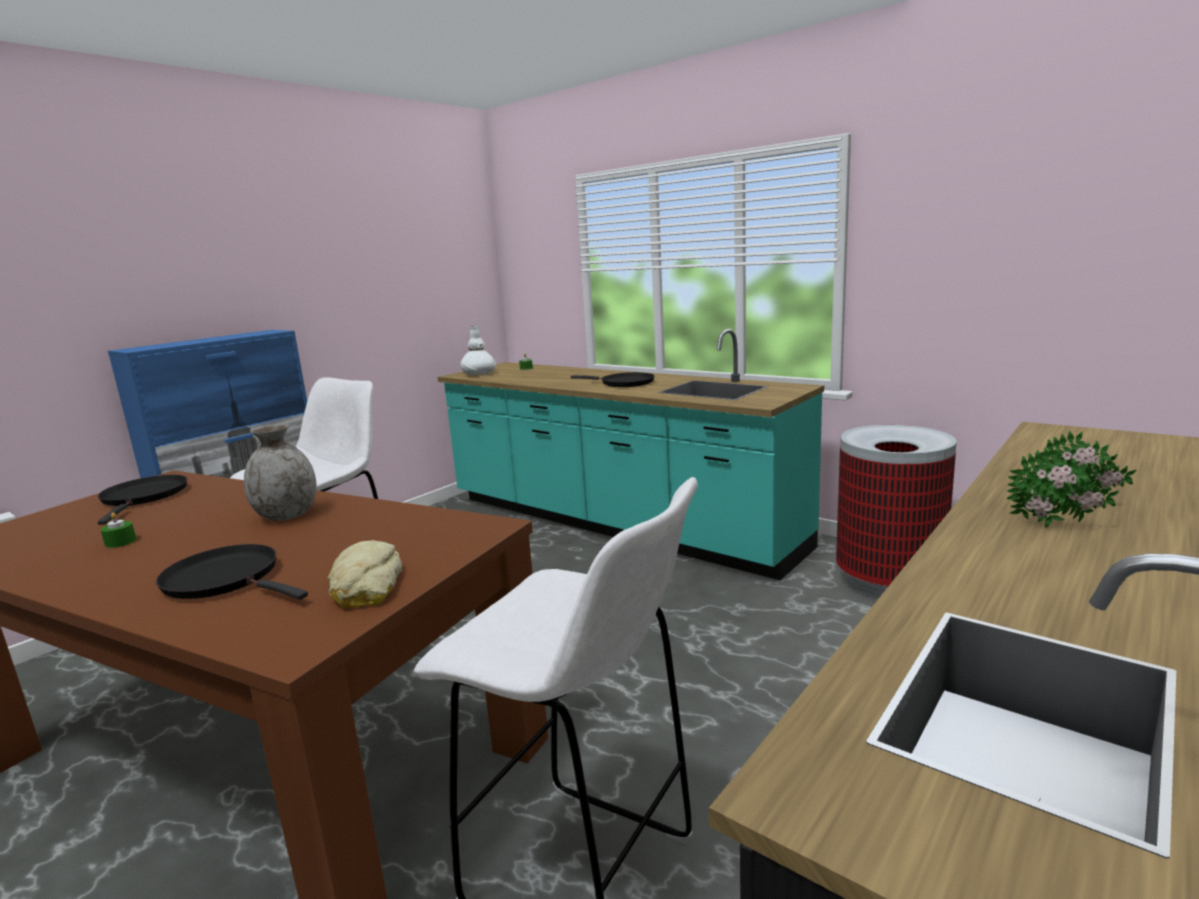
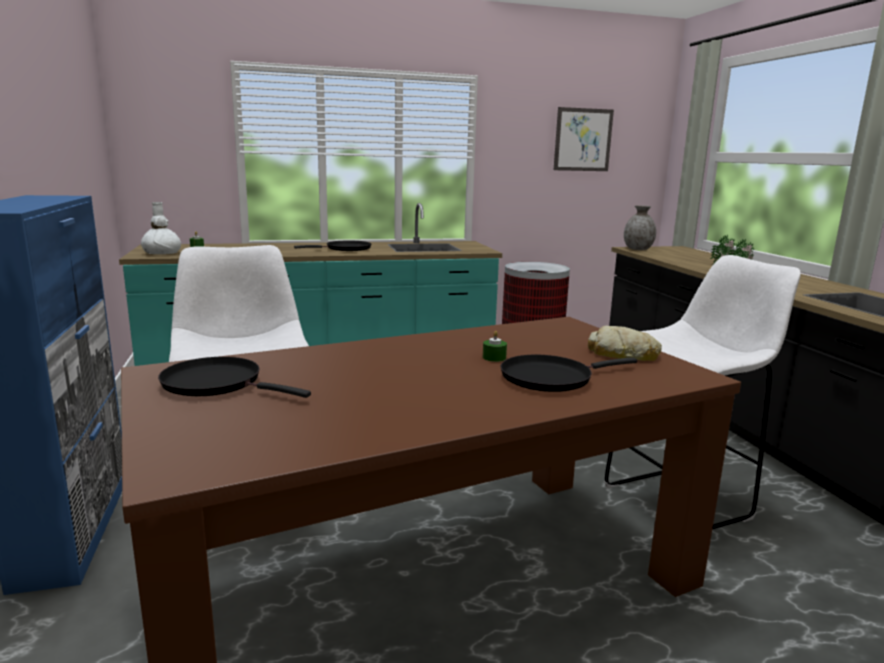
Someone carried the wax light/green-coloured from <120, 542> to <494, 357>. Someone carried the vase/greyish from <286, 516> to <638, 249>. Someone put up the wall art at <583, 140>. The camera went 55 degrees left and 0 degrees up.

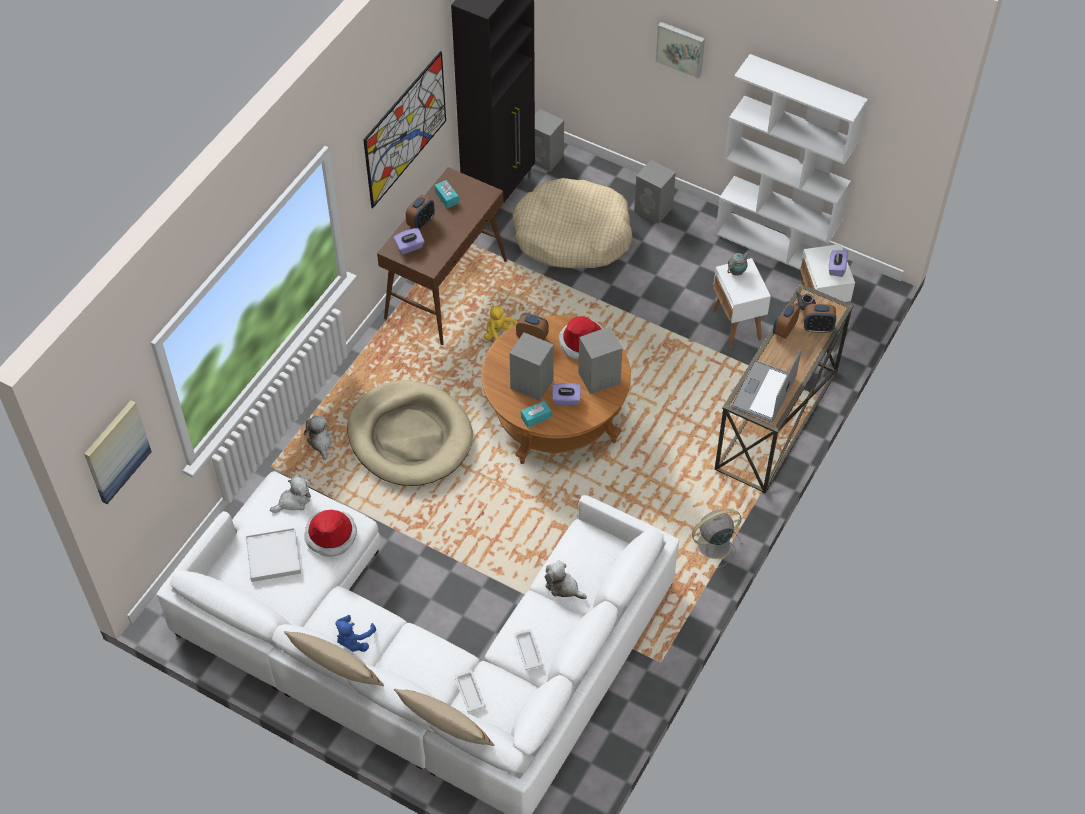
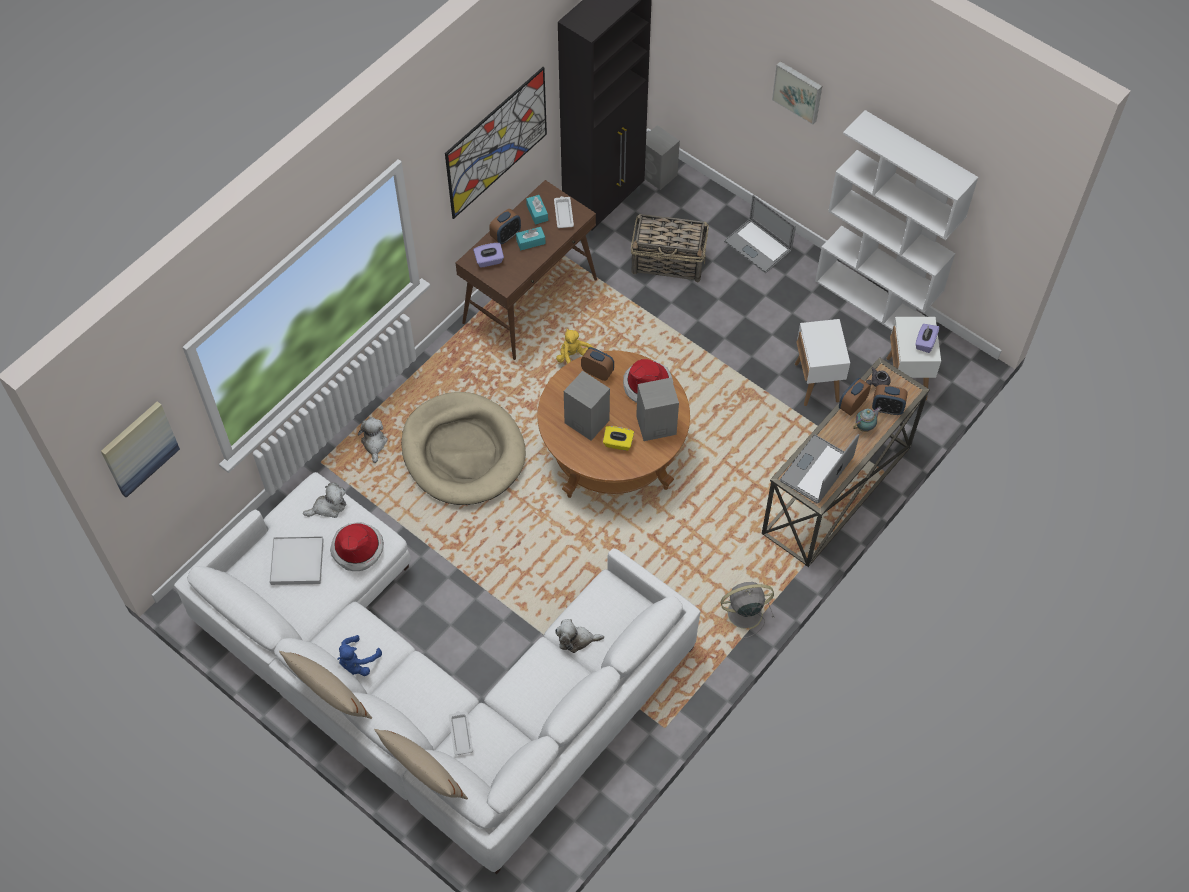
Someone swapped the pet bed/beige-coloured at <572, 235> for the household basket at <669, 261>. Someone carried the serving tray/whitish from <528, 650> to <563, 213>. Someone carried the box of tissues/blue-green from <536, 417> to <530, 242>. Someone rotated the soft toy at <563, 587> by 45 degrees counterclockwise. Someone repainted the box of tissues/purple at <566, 400>, which became the box of tissues/yellow at <618, 443>. Someone swapped the speaker/greyish at <654, 210> for the portable computer at <757, 246>. Someone carried the tea pot from <737, 272> to <865, 426>. The camera went 10 degrees right and 5 degrees up.

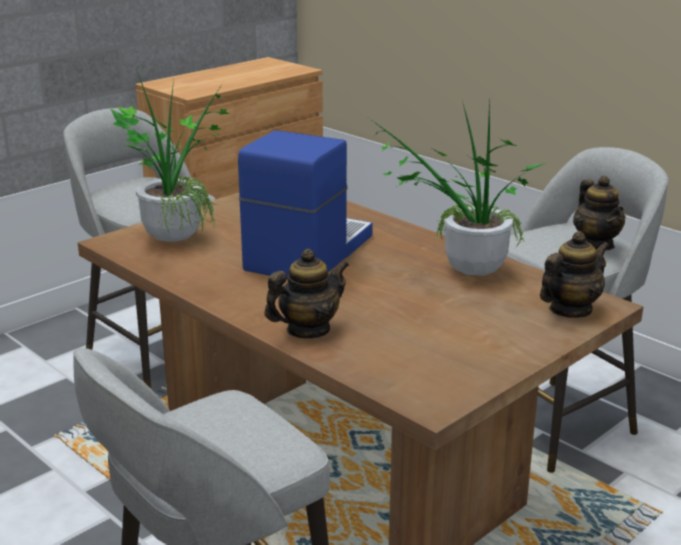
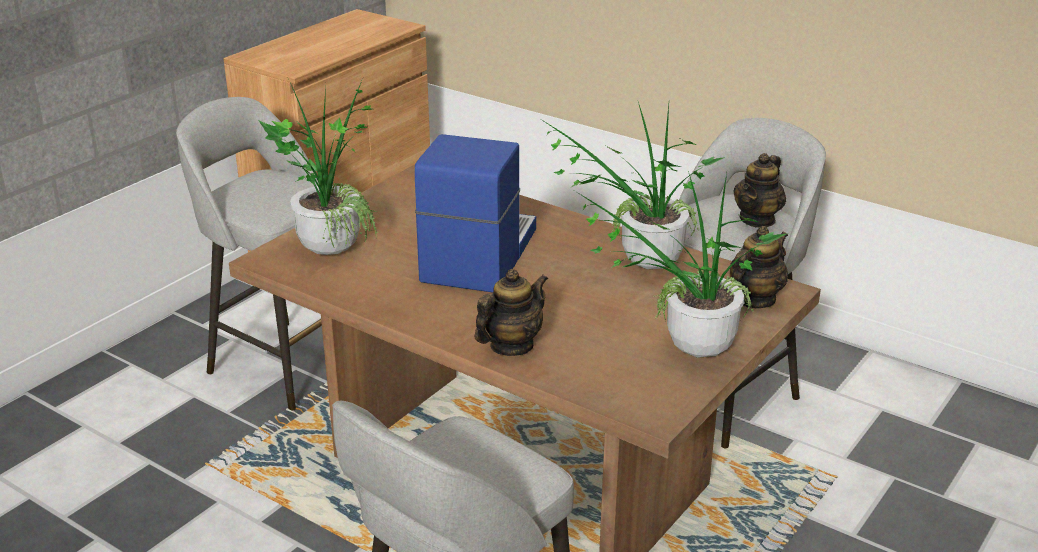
Someone rotated the tea pot at <596, 244> by 60 degrees clockwise. Someone put down the plant in a pot at <685, 349>. The camera went 10 degrees left and 5 degrees up.

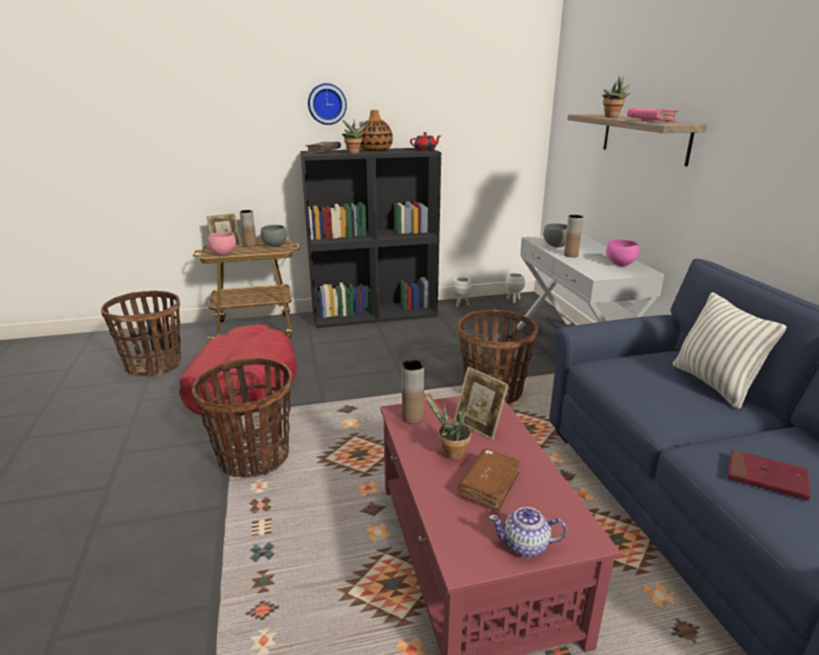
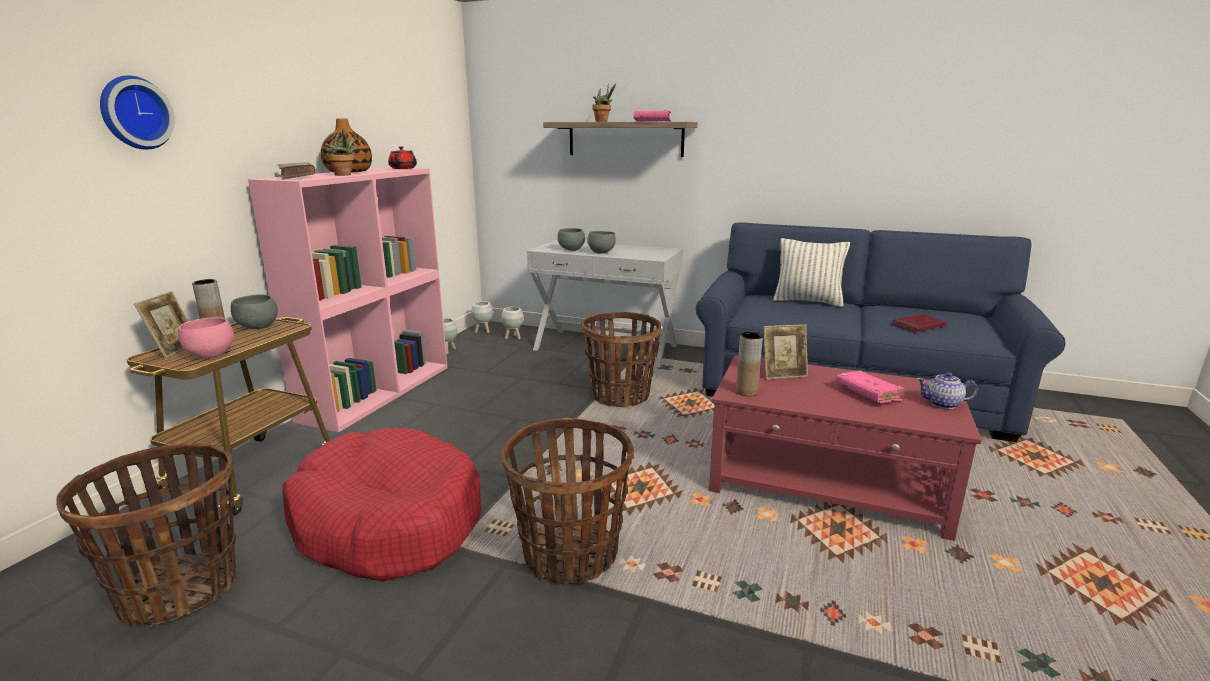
Someone repainted the bookcase/black at <375, 314>, which became the bookcase/pink at <377, 391>. Someone carried the hanging clock from <326, 104> to <134, 113>. Someone took away the plant in a pot at <450, 454>. Someone repainted the bound book/brownish at <489, 485>, which became the bound book/pink at <867, 394>. Someone rotated the tea pot at <526, 546> by 60 degrees clockwise. Someone swapped the vase/brownish at <570, 255> for the bowl/greyish at <601, 252>. Someone took away the bowl/pink at <620, 264>. Someone put down the planter/whitish at <513, 338>. The camera went 55 degrees left and 5 degrees down.

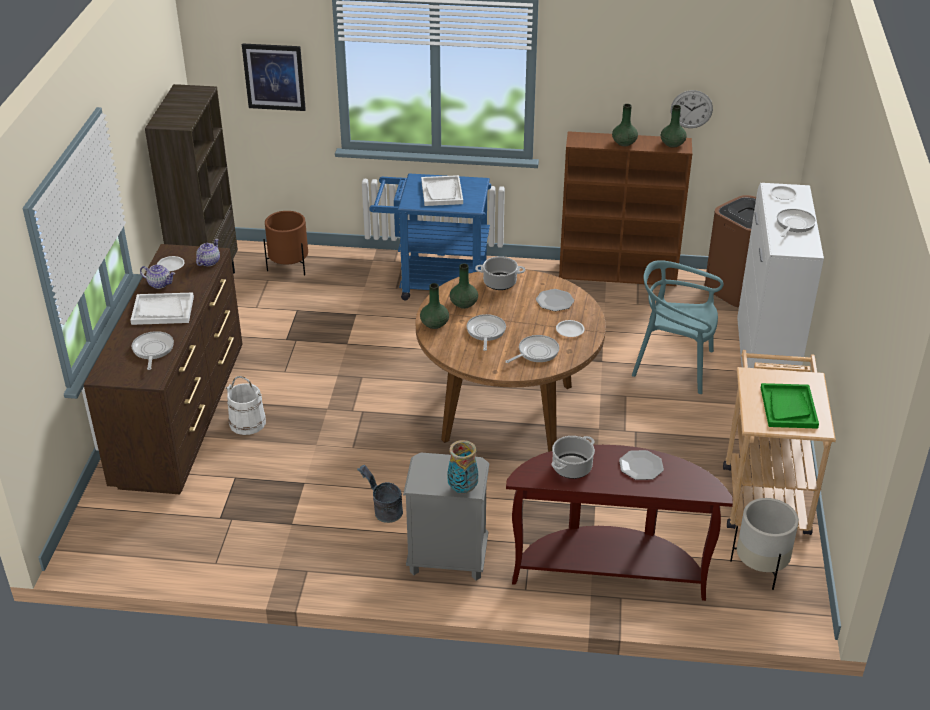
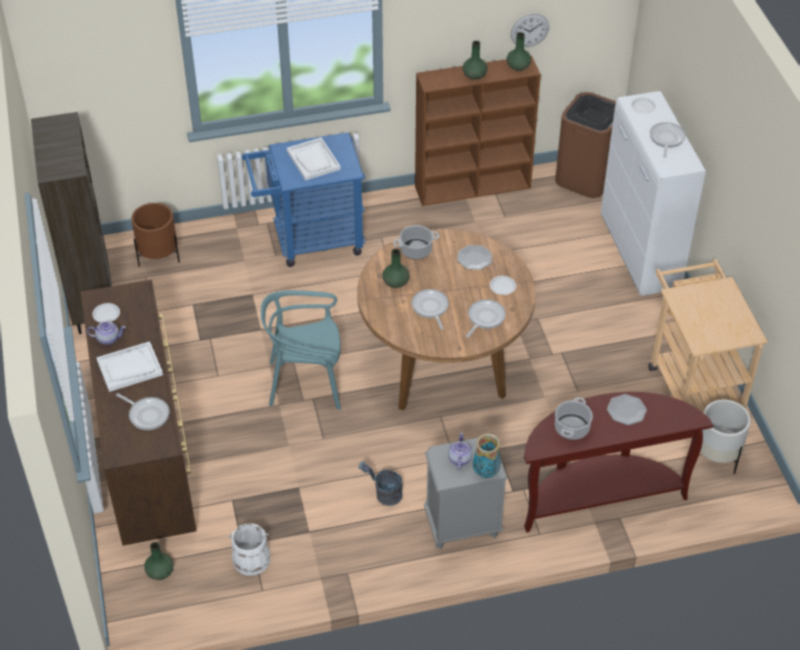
Someone rotated the pan at <152, 350> by 150 degrees clockwise. Someone carried the tea pot from <209, 262> to <459, 459>. Someone carried the pail/whitish from <247, 423> to <251, 560>. Someone took away the wall art at <274, 77>. Someone carried the vase/green-coloured from <434, 324> to <160, 571>. Someone carried the chair/blue-green from <674, 366> to <306, 382>. Someone took away the serving tray/green-coloured at <788, 407>. The camera went 20 degrees left and 10 degrees up.

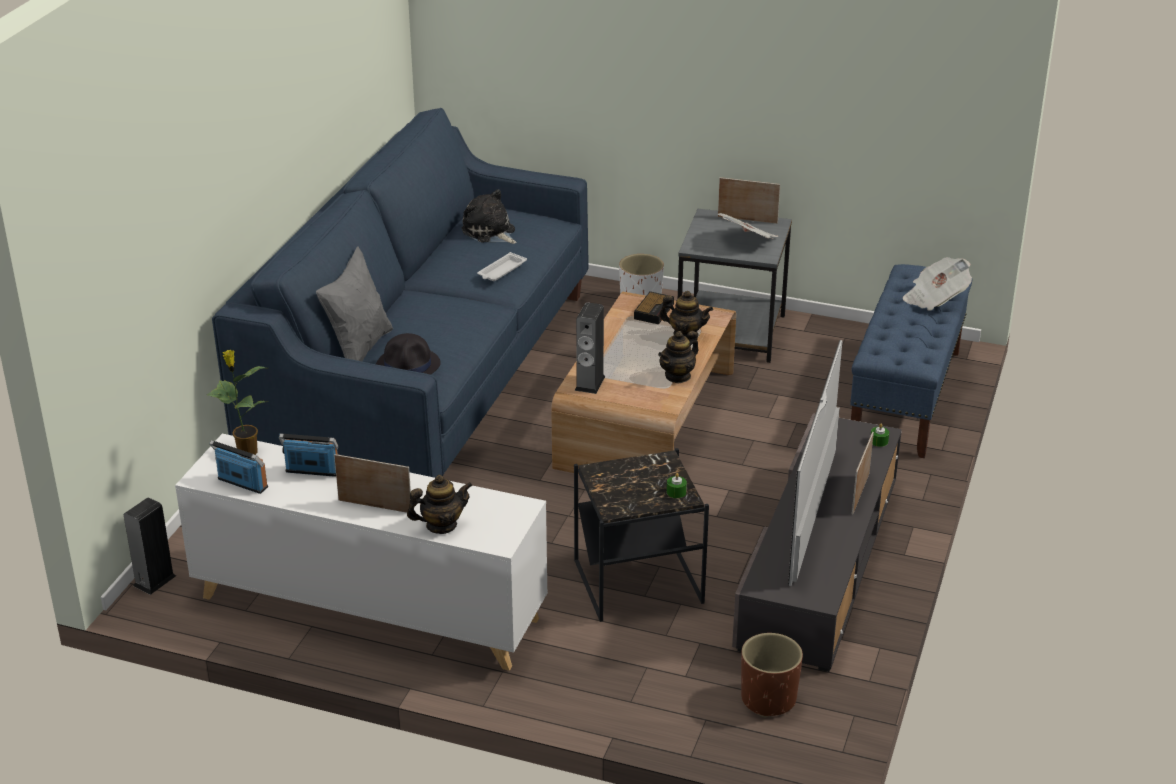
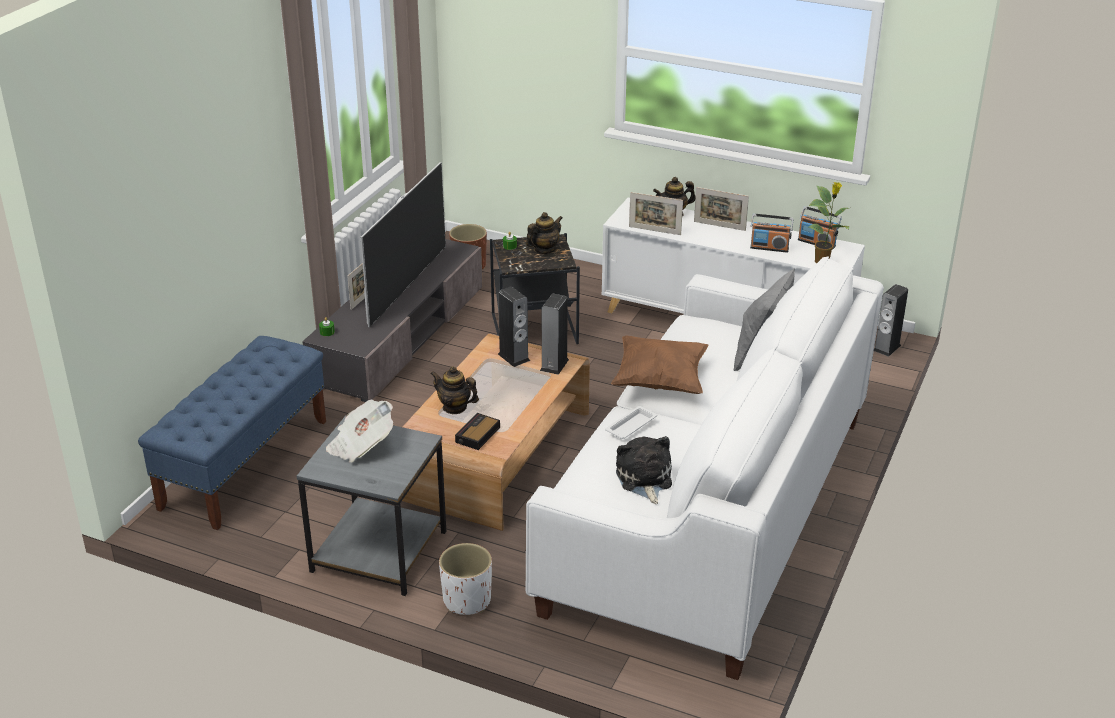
Someone repainted the couch/blue-coloured at <424, 378>, which became the couch/whitish at <709, 512>. Someone took away the wearable hat/black at <408, 366>. Someone rotated the soft toy at <490, 232> by 150 degrees counterclockwise. Someone carried the tea pot from <678, 376> to <544, 250>. Someone carried the photo frame from <747, 220> to <654, 230>. Someone took away the daily paper at <935, 299>. Someone put down the speaker at <513, 357>. Someone put down the pillow/brownish at <660, 381>. The camera went 175 degrees left and 0 degrees up.

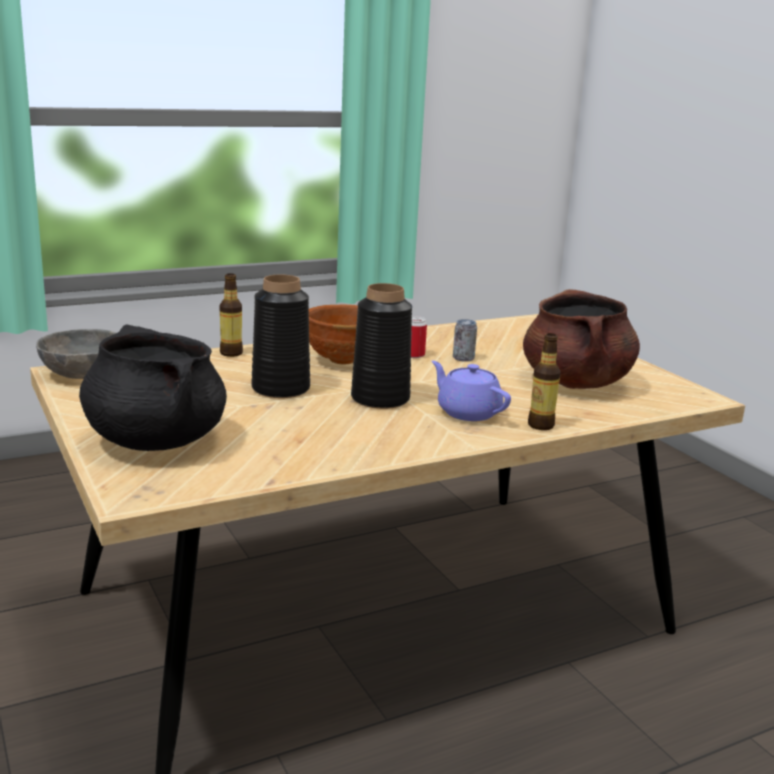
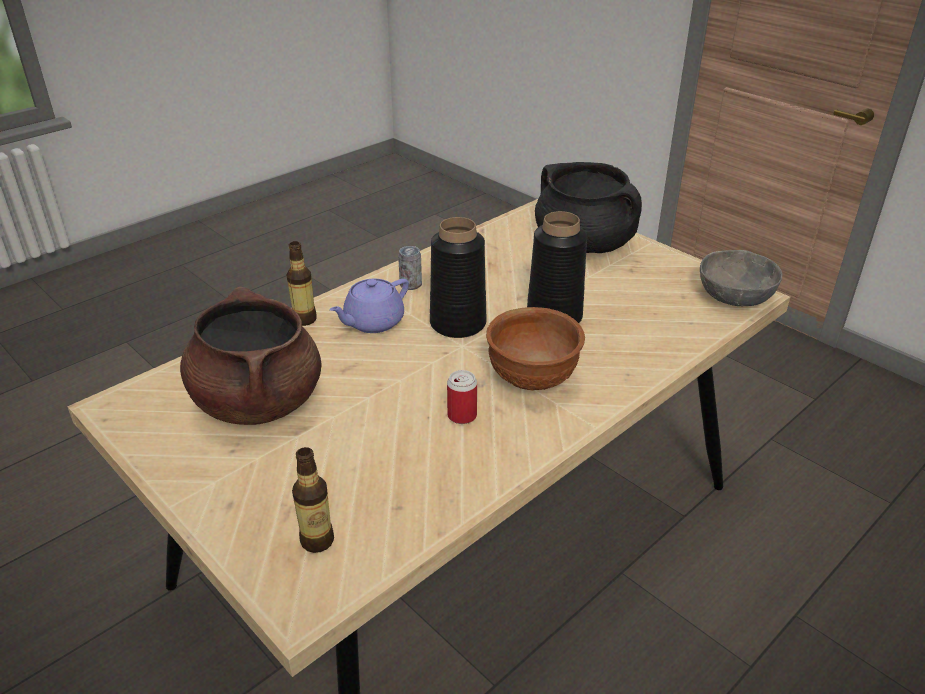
Someone carried the beverage bottle from <231, 353> to <317, 540>. Someone rotated the tea pot/purple at <467, 412> by 105 degrees clockwise. Someone carried the can from <463, 358> to <410, 285>. The camera went 165 degrees right and 15 degrees up.

